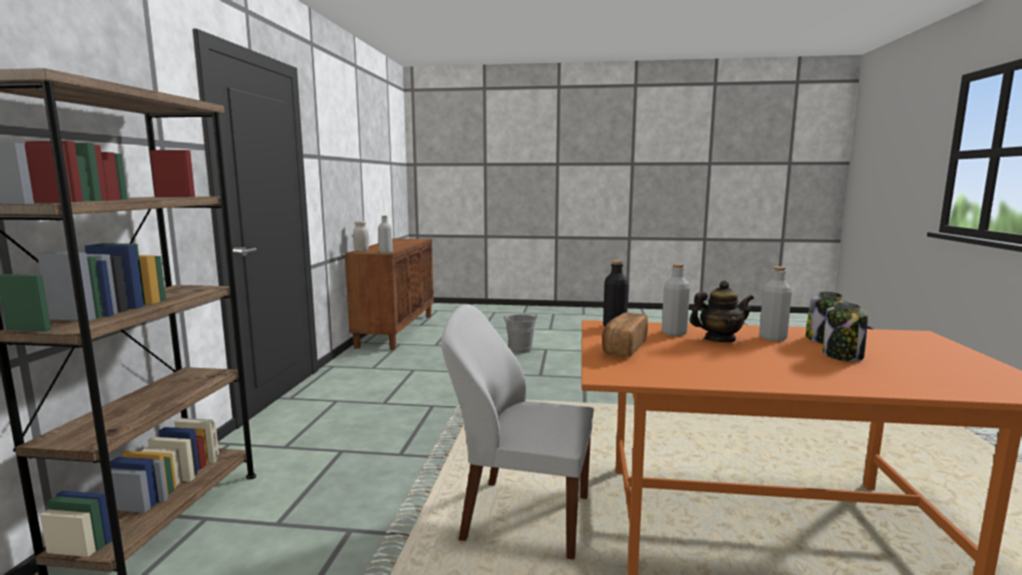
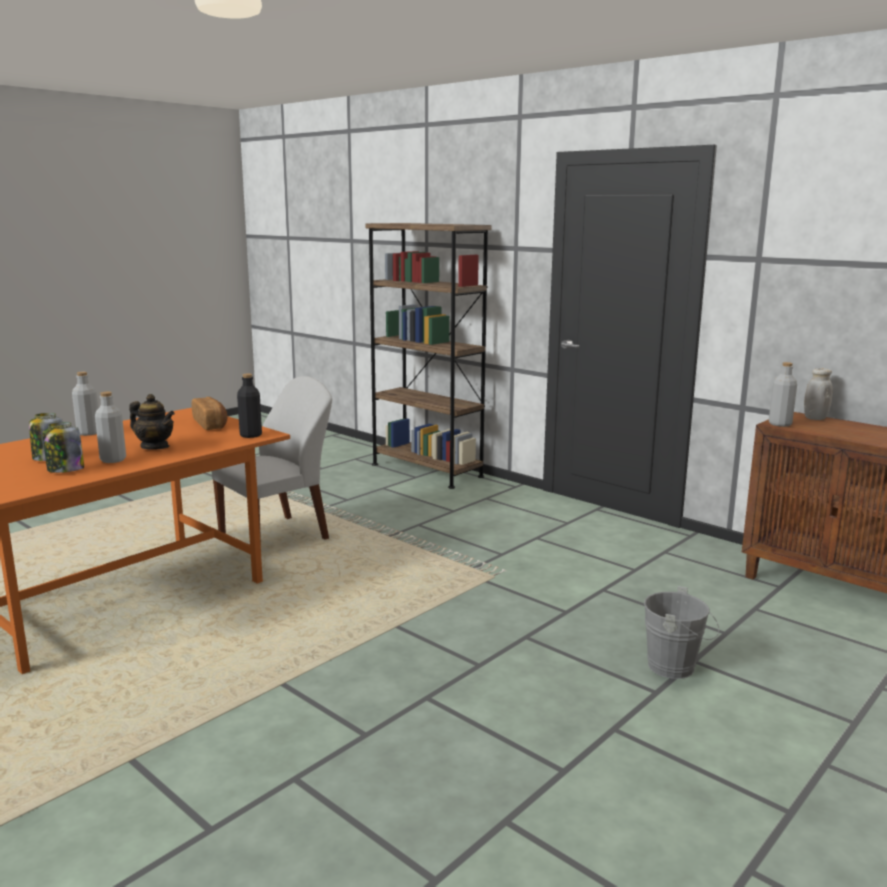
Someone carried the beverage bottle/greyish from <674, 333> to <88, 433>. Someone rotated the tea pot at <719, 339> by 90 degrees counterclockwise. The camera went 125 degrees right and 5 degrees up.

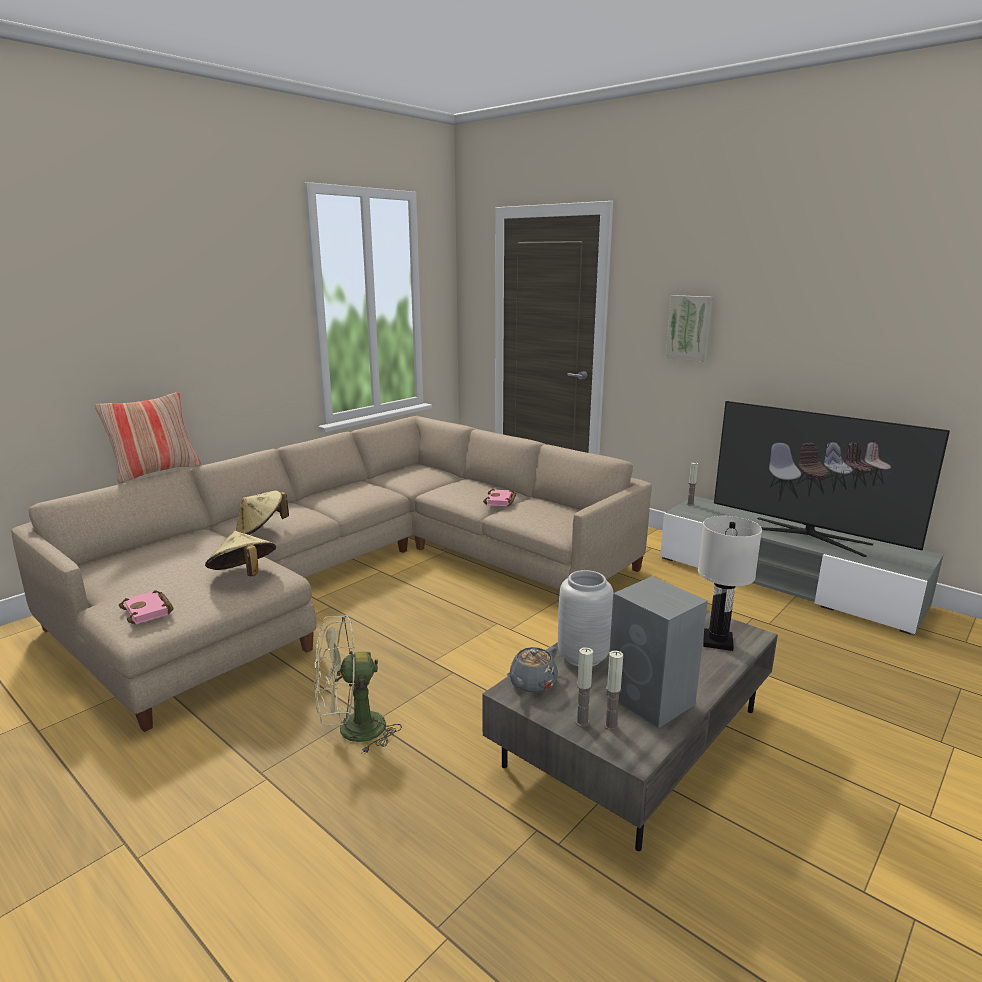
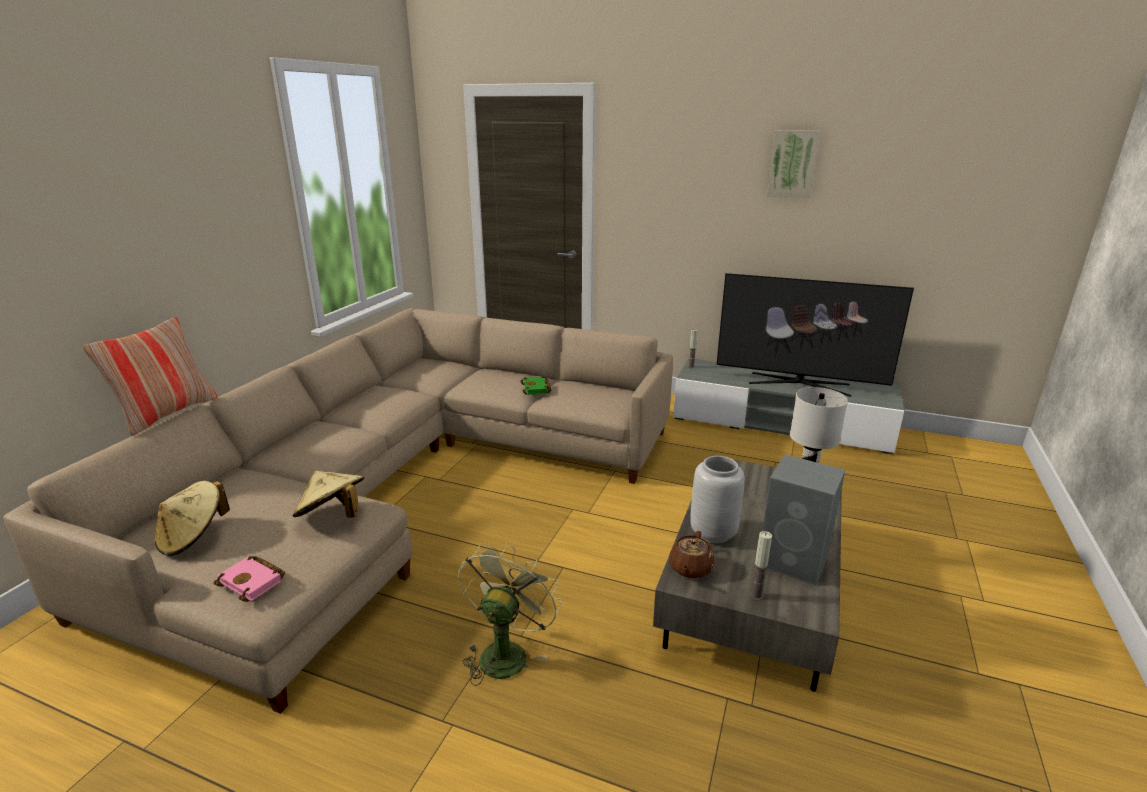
Someone carried the wearable hat/beige-coloured from <261, 530> to <194, 537>. Someone rotated the cooling fan/green-coloured at <352, 731> by 150 degrees clockwise. Someone repainted the bound book/pink at <501, 501>, which became the bound book/green-coloured at <537, 389>. Someone repainted the tea pot/greyish at <532, 683>, which became the tea pot/brownish at <690, 569>. Someone took away the wax light at <611, 726>. Someone carried the wall art from <690, 328> to <793, 164>. The camera went 20 degrees left and 5 degrees up.

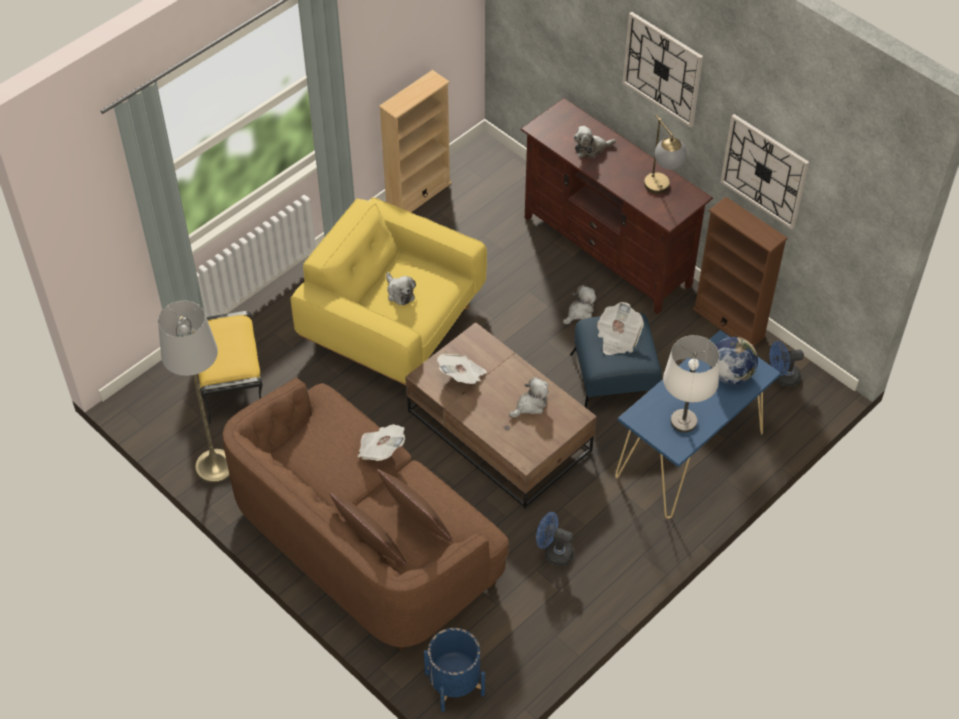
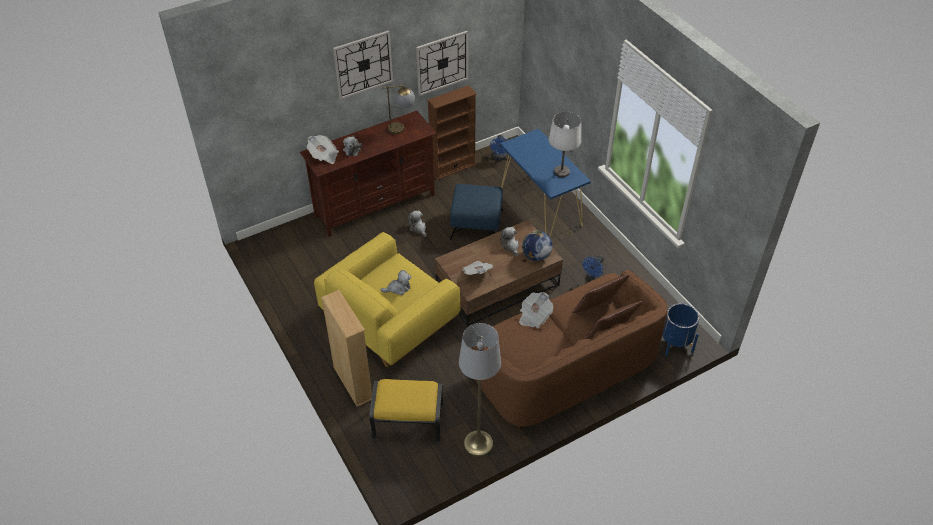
Someone carried the bookcase/beige-coloured from <418, 195> to <353, 383>. Someone carried the daily paper from <617, 338> to <324, 156>. Someone carried the world globe from <730, 374> to <536, 256>. The camera went 75 degrees left and 5 degrees down.

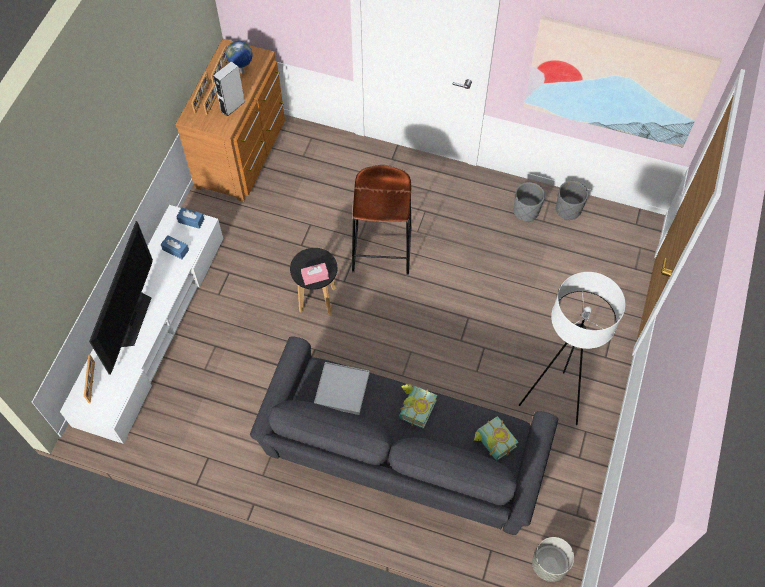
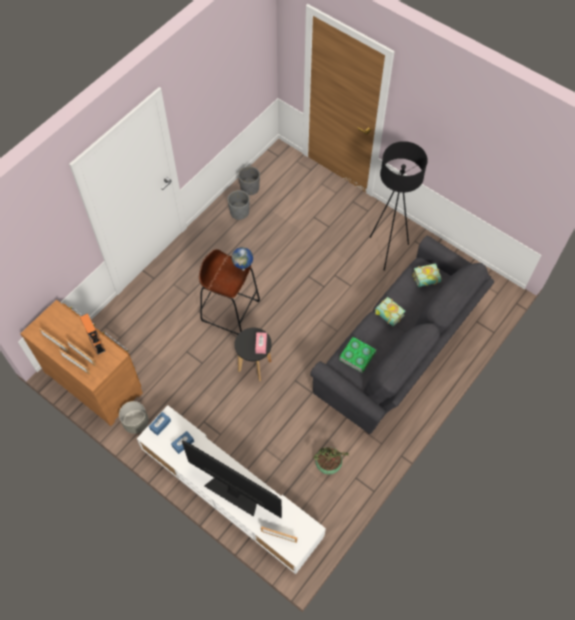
Someone repainted the speaker/greyish at <232, 106>, which became the speaker/orangey at <97, 344>. Someone carried the world globe from <242, 72> to <243, 269>. Someone swapped the serving tray/whitish at <342, 389> for the bound book at <357, 356>. Someone repainted the floor lamp/whitish at <552, 400>, which became the floor lamp/black at <387, 251>. Someone took away the wall art at <616, 82>. Someone carried the planter/greyish from <549, 564> to <136, 423>. Someone put down the plant in a pot at <329, 465>. The camera went 70 degrees left and 0 degrees up.

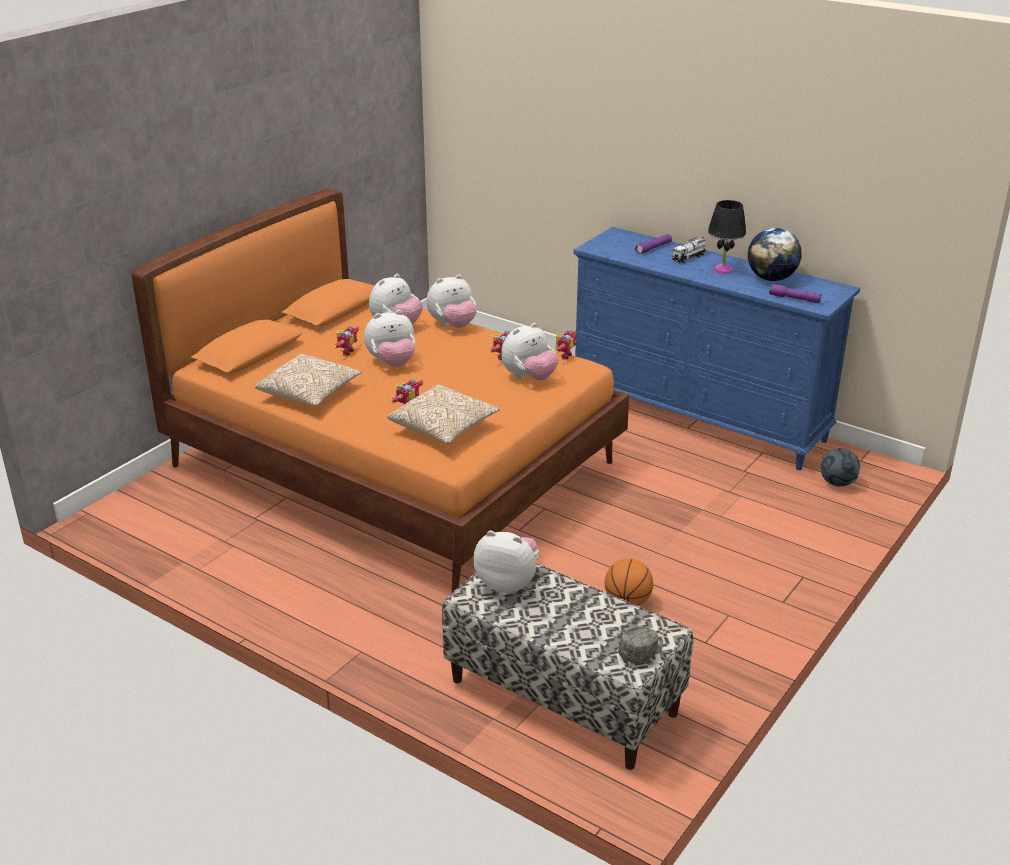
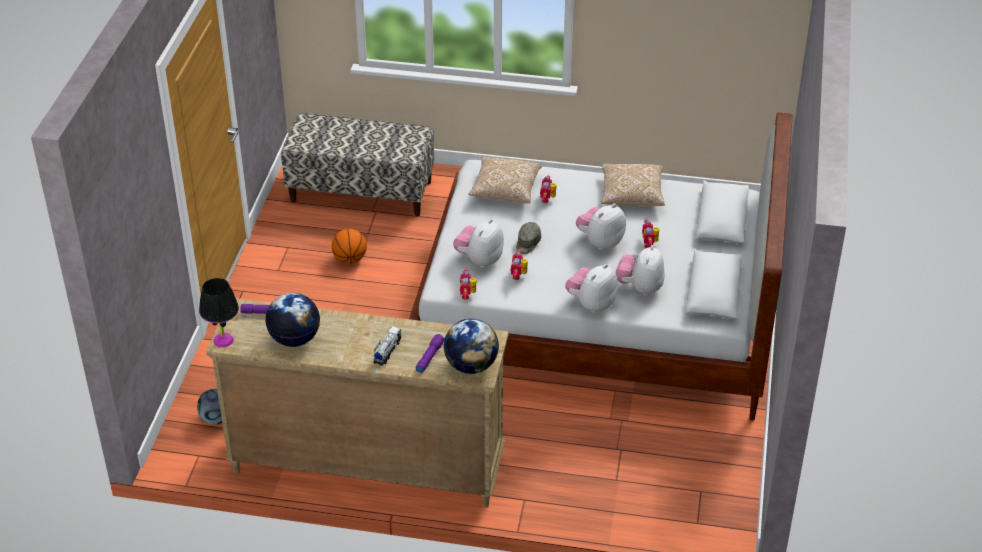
Someone repainted the sleeping bed/orangey at <395, 465>, which became the sleeping bed/whitish at <597, 319>. Someone took away the soft toy at <508, 583>. Someone repainted the drawer chest/blue-coloured at <699, 418>, which became the drawer chest/beige-coloured at <366, 464>. Someone carried the peaked cap/greyish from <641, 651> to <527, 243>. Someone carried the tabletop lamp/black from <723, 270> to <223, 340>. Someone put down the world globe at <471, 366>. The camera went 155 degrees right and 10 degrees up.

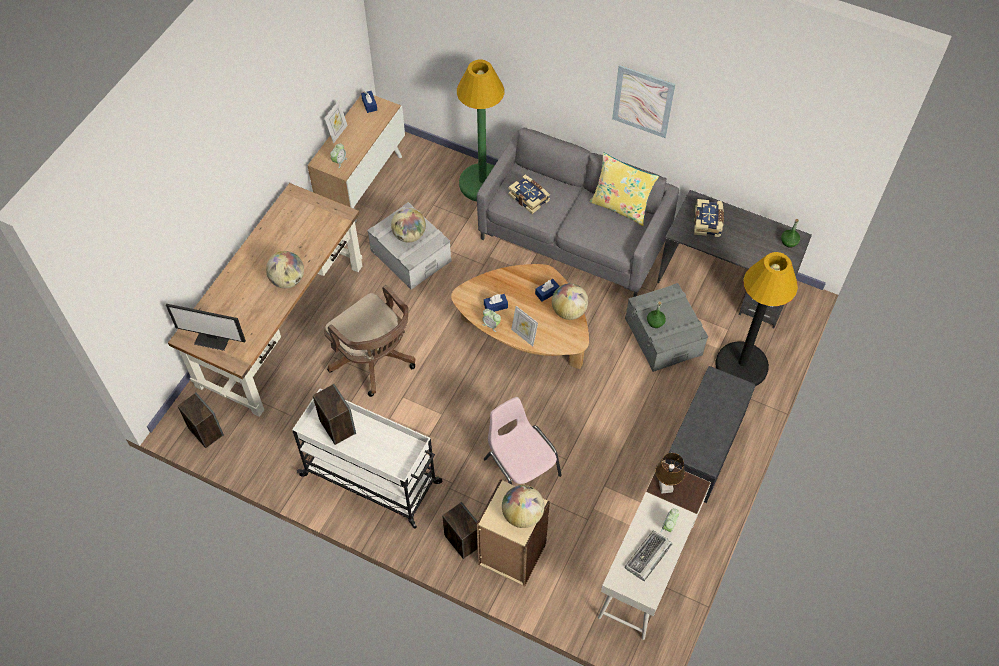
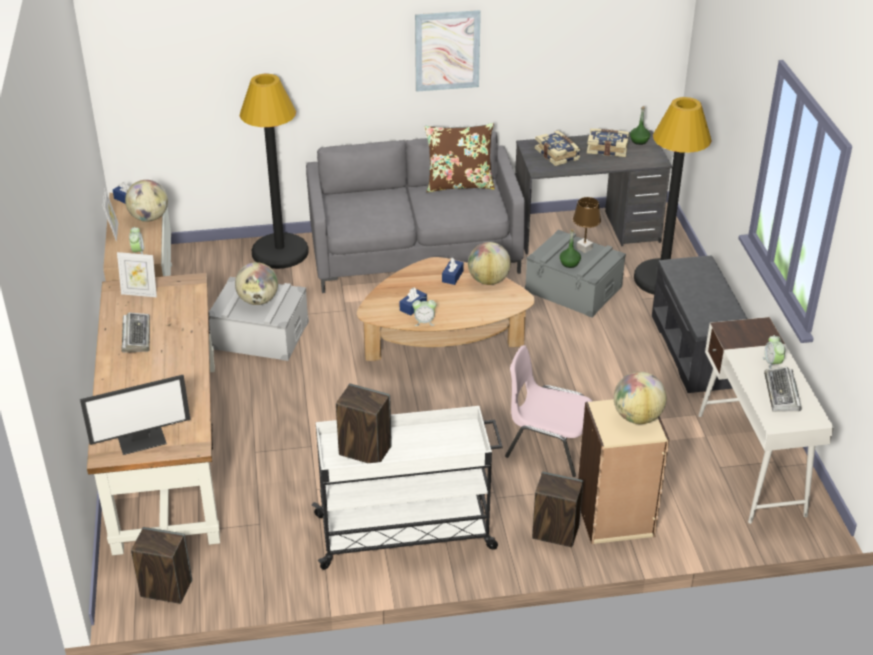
Someone carried the world globe from <288, 280> to <149, 218>. Someone took away the computer chair/brownish at <375, 361>. Someone repainted the floor lamp/green-coloured at <482, 183>, which became the floor lamp/black at <280, 252>. Someone carried the bound book from <529, 197> to <607, 148>. Someone carried the photo frame from <524, 336> to <140, 293>. Someone repainted the pillow/yellow at <620, 206>, which became the pillow/brownish at <459, 184>. Someone carried the tabletop lamp/brownish from <665, 487> to <584, 248>. Someone put down the PC keyboard at <136, 336>. The camera went 35 degrees left and 20 degrees down.

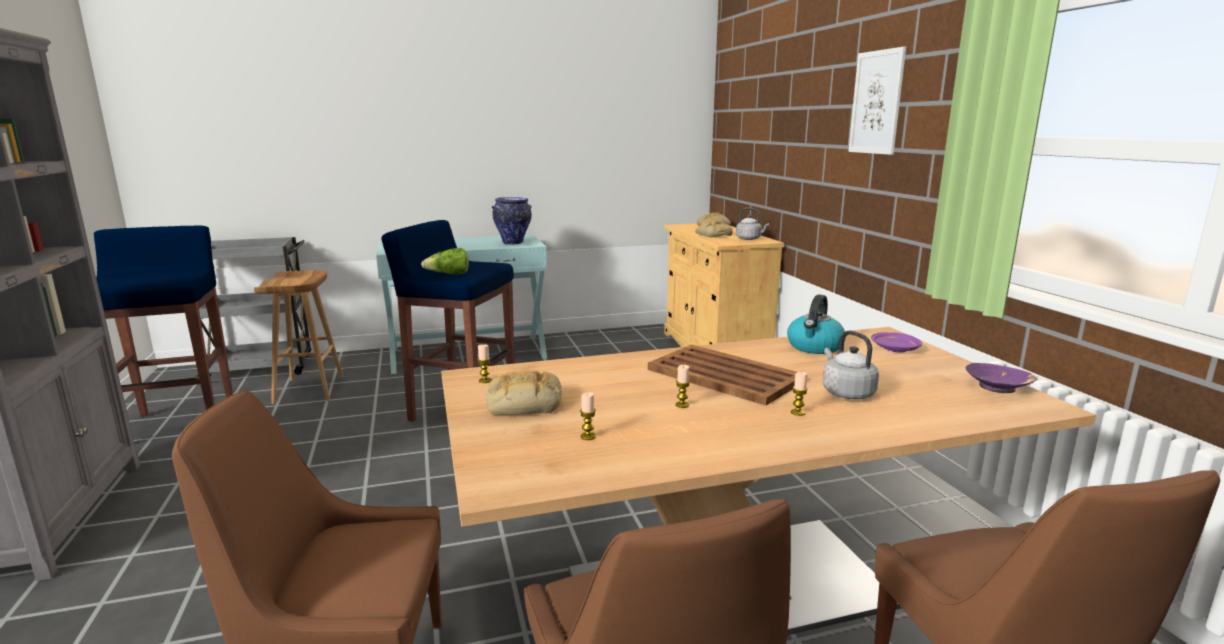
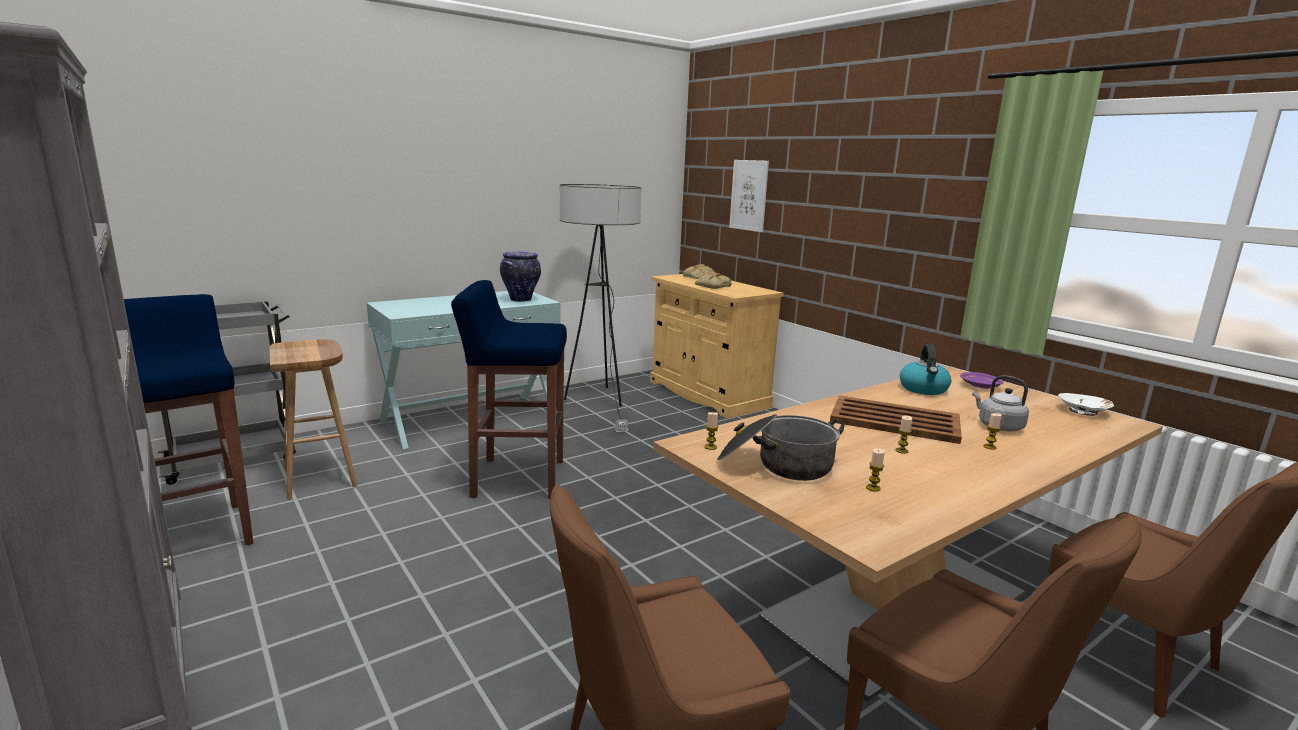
Someone took away the lettuce at <448, 274>. Someone swapped the bakery bread at <523, 403> for the saucepot at <777, 465>. Someone took away the kettle/greyish at <749, 239>. Someone carried the wall art from <876, 102> to <749, 195>. Someone repainted the bowl/purple at <997, 387>, which became the bowl/whitish at <1083, 411>. Someone put down the floor lamp at <598, 404>. The camera went 20 degrees left and 0 degrees up.

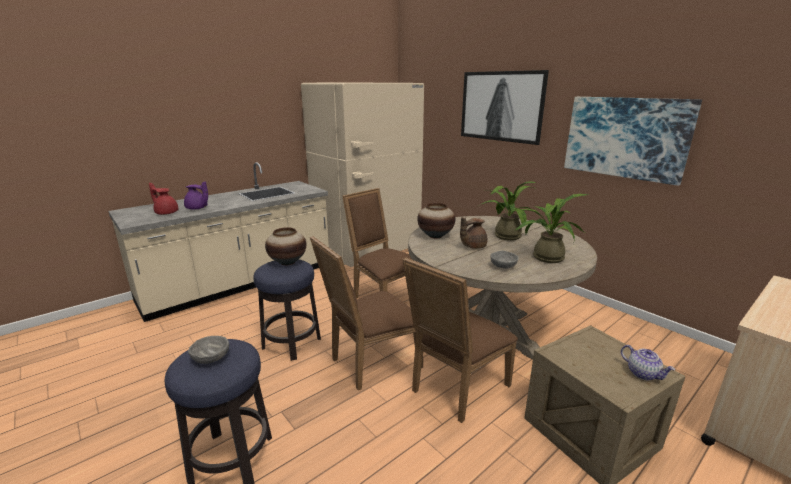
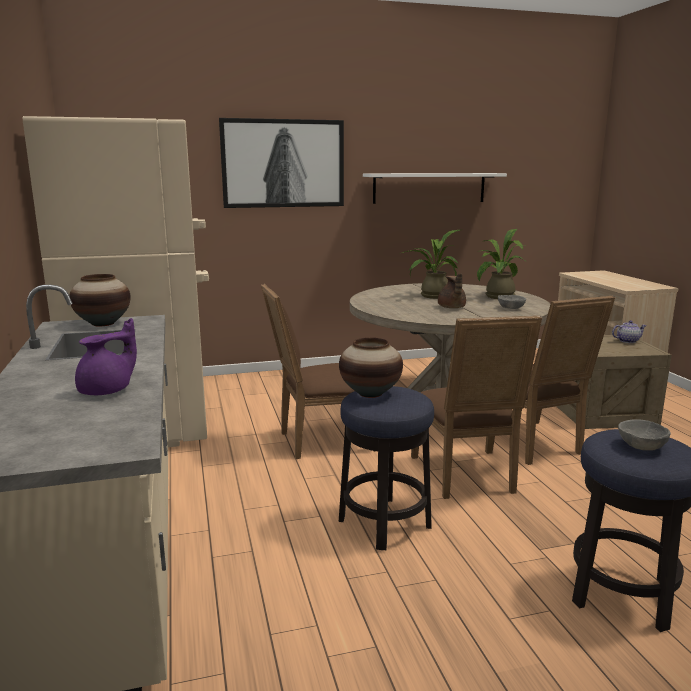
Someone took away the tea pot/reddish at <166, 212>. Someone carried the vase from <435, 236> to <103, 324>. Someone swapped the wall art at <625, 137> for the wall shelf/whitish at <429, 188>. The camera went 65 degrees left and 5 degrees down.

